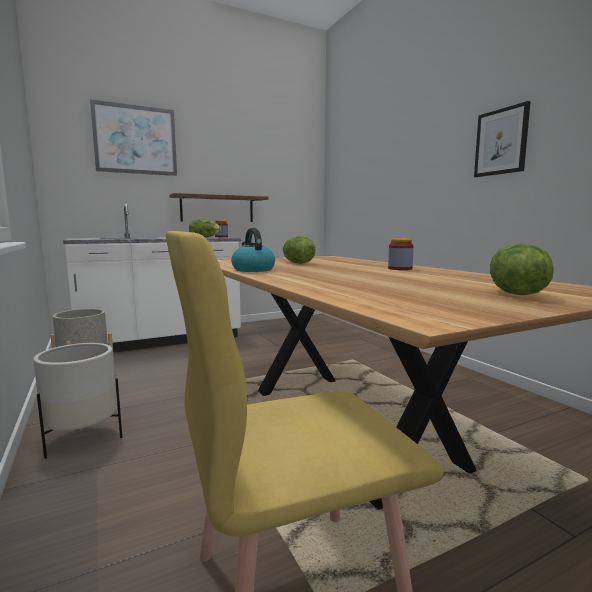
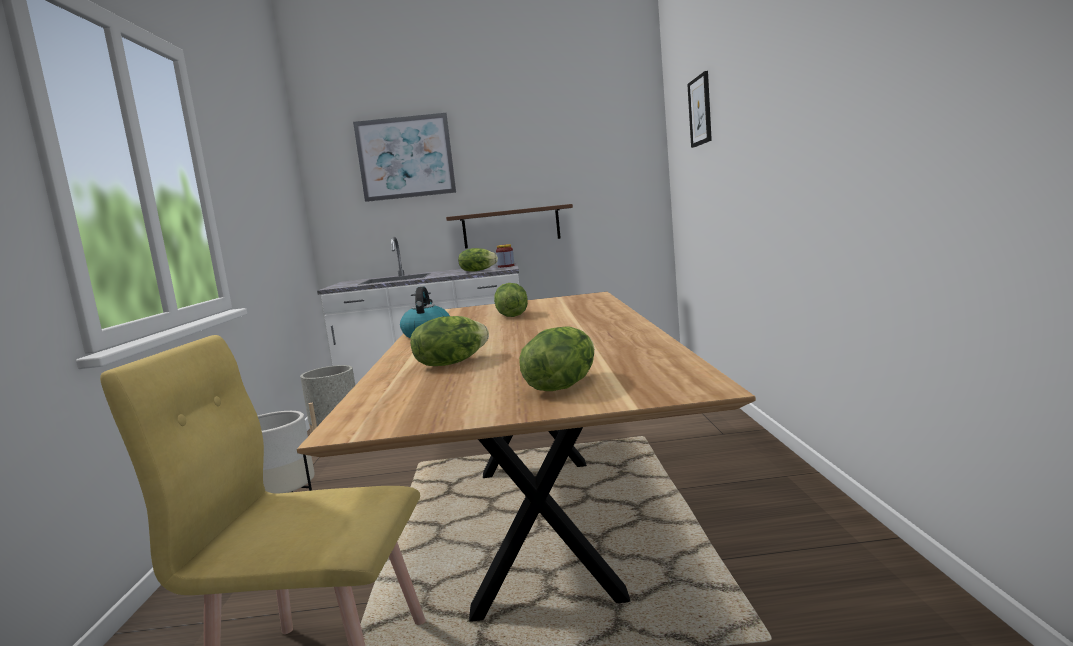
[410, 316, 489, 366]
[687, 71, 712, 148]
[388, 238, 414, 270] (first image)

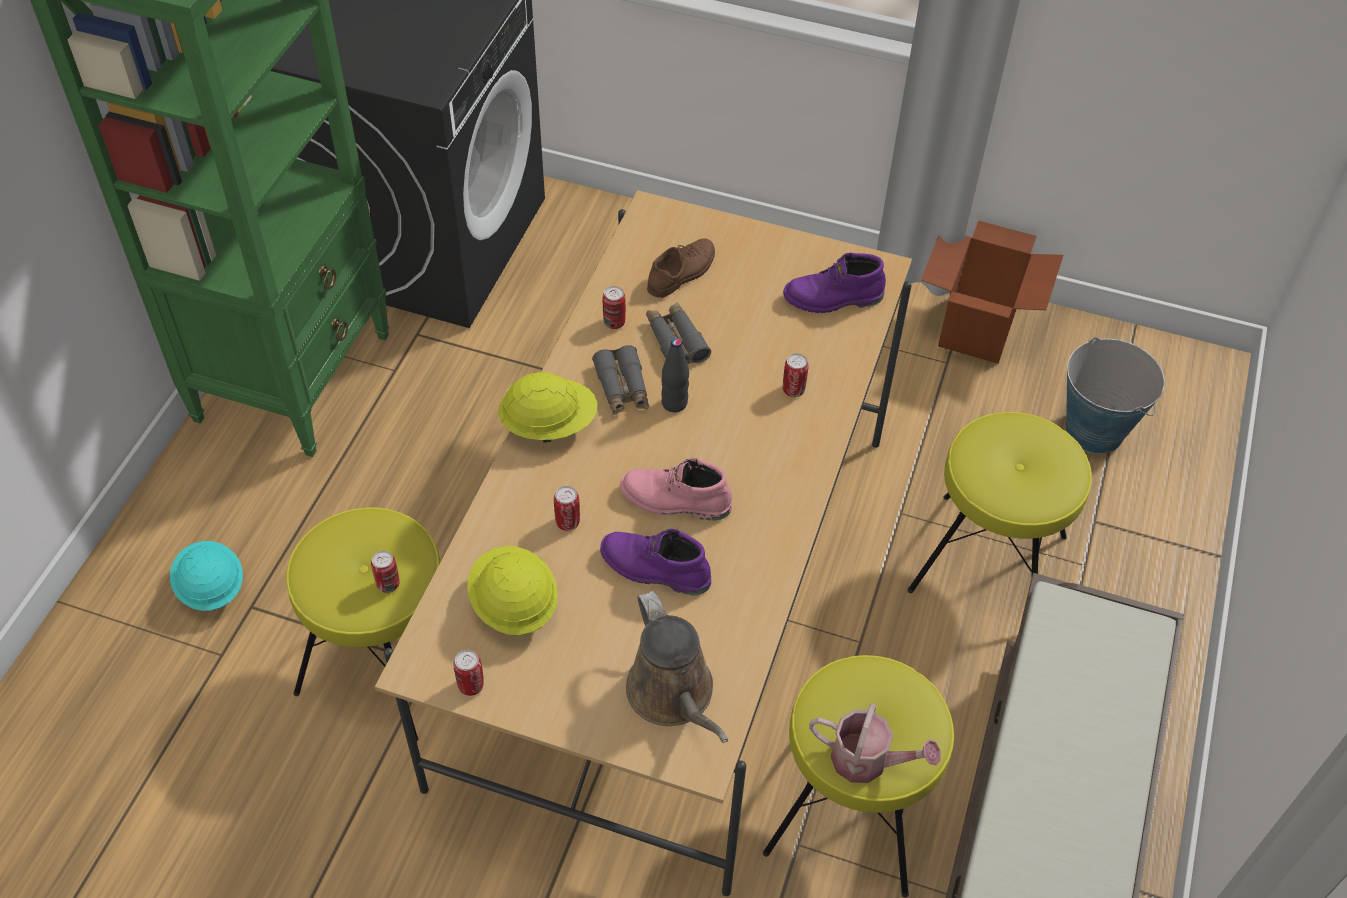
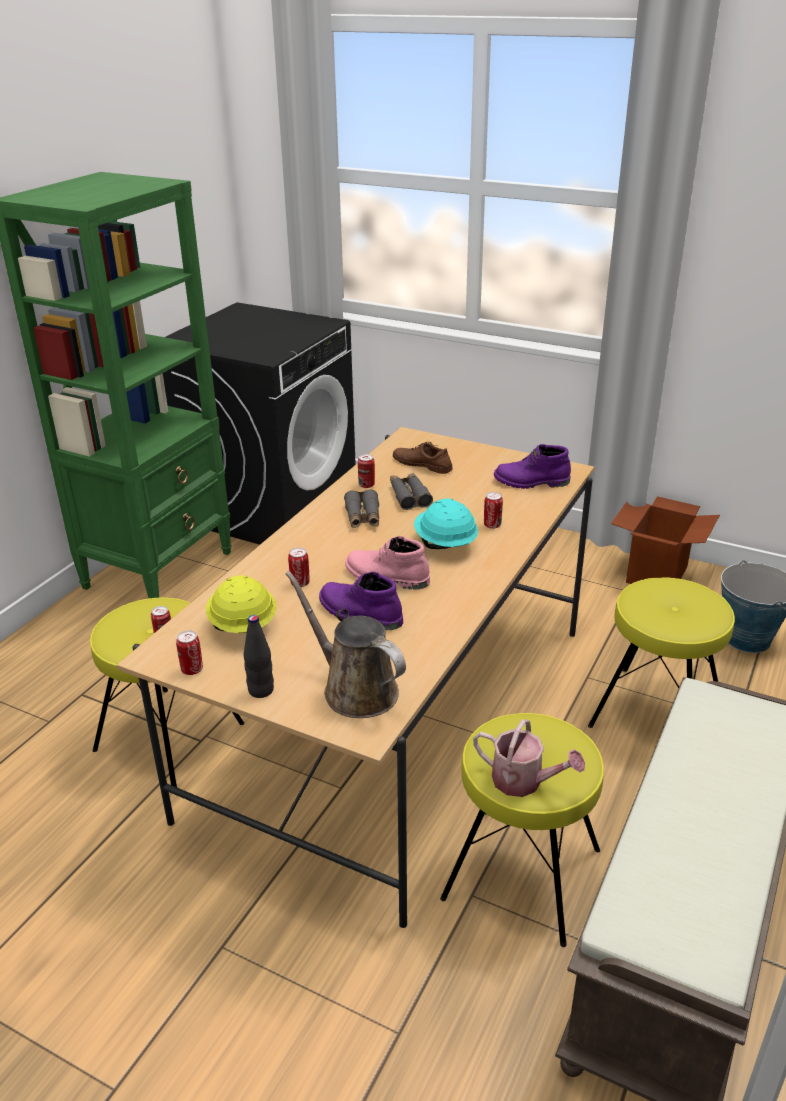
[244, 615, 274, 698]
[285, 571, 406, 718]
[393, 442, 453, 474]
[414, 499, 478, 549]
[498, 372, 598, 443] (first image)

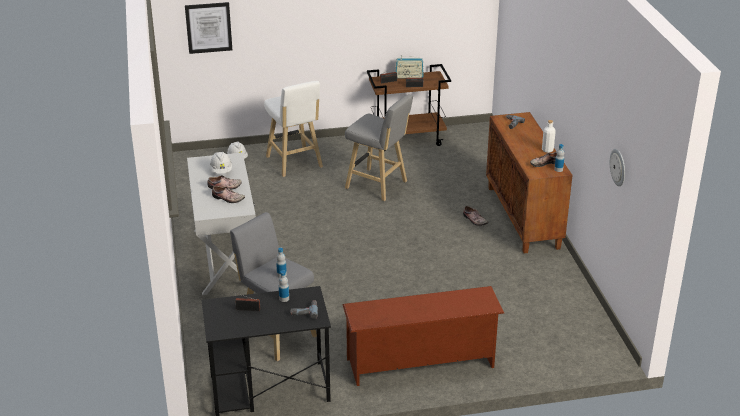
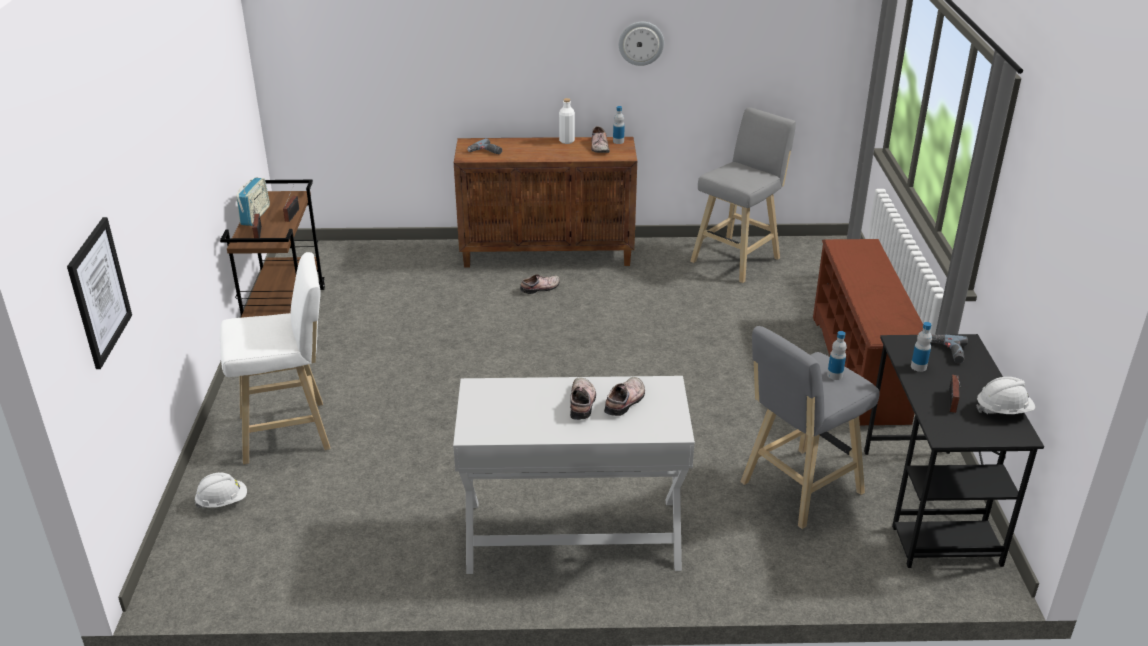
[619, 22, 664, 66]
[690, 107, 796, 283]
[976, 377, 1035, 414]

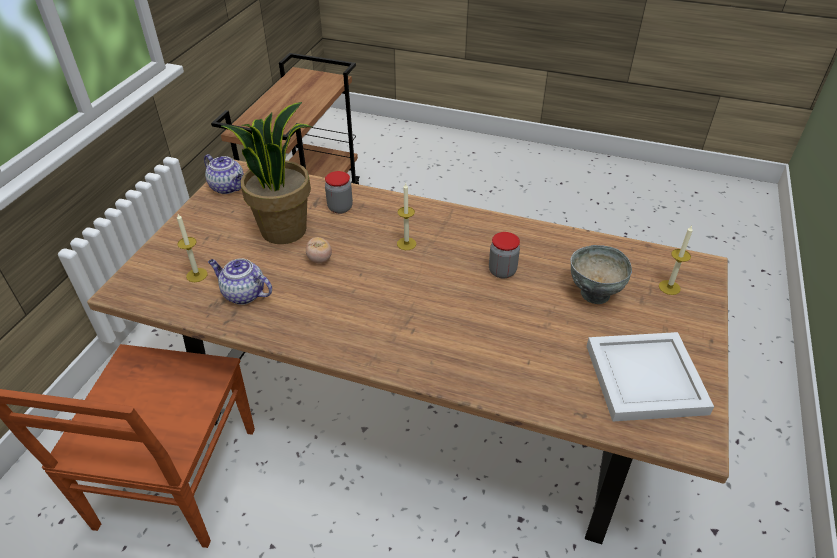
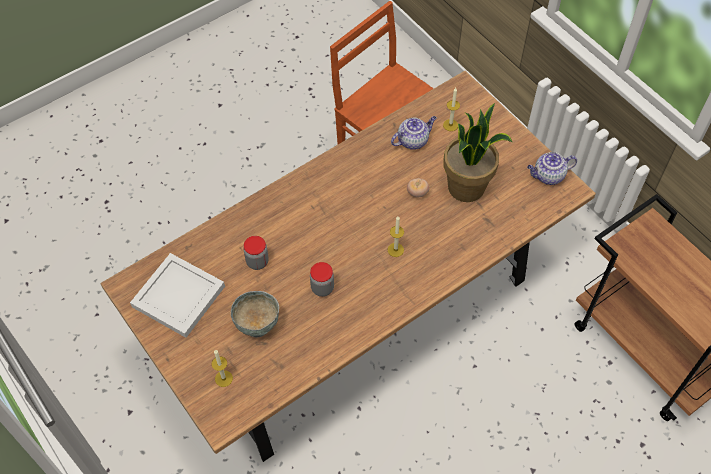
[243, 236, 269, 270]

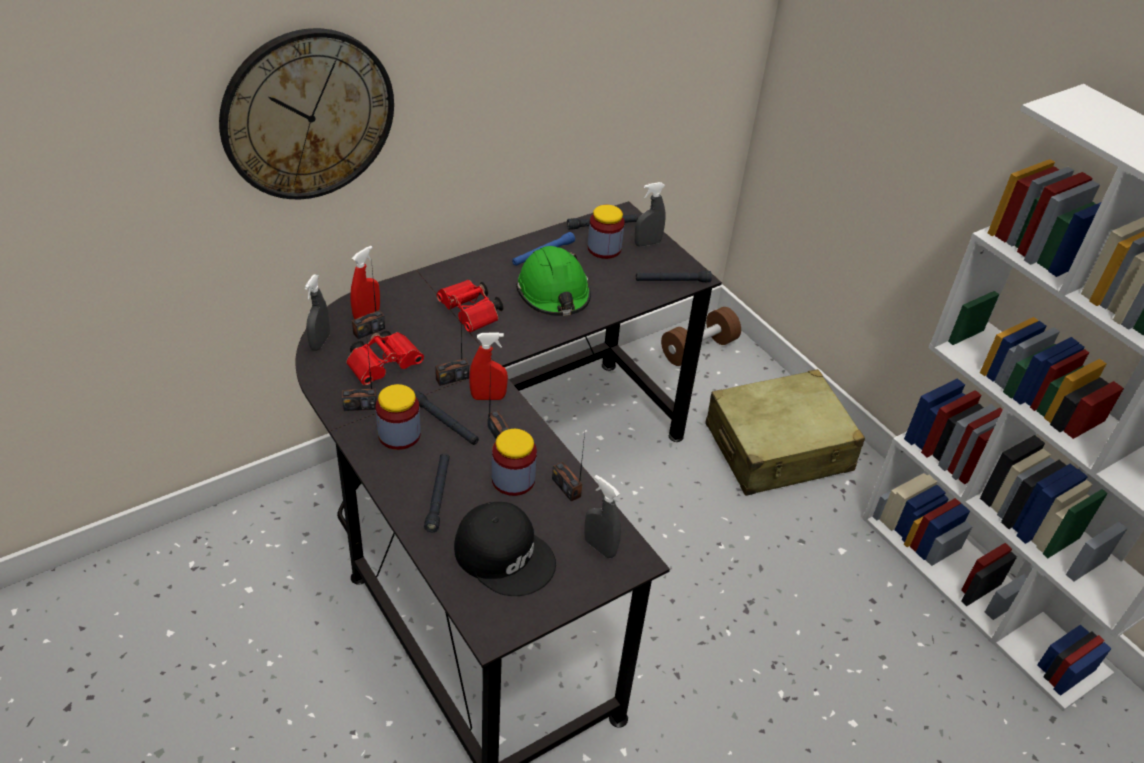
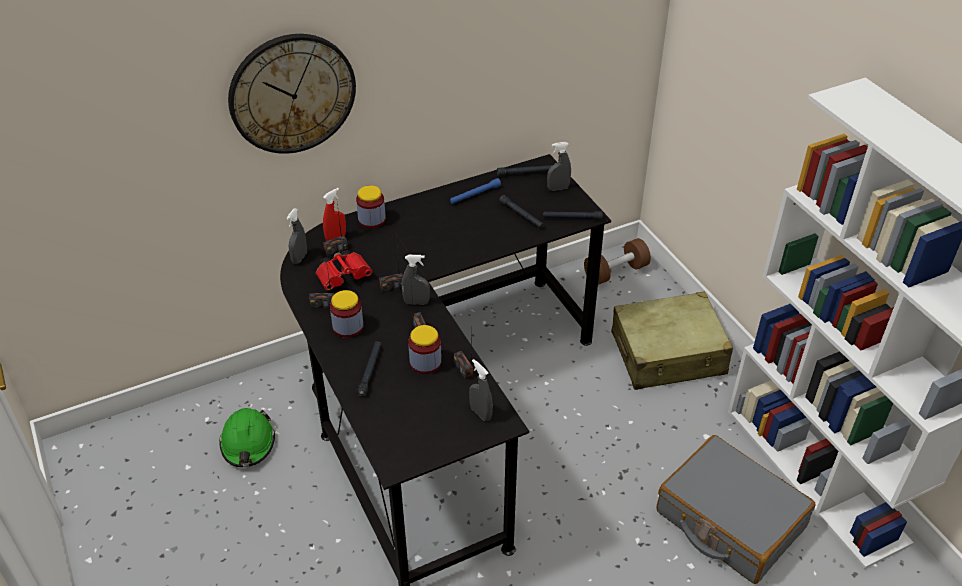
[219, 408, 275, 467]
[356, 185, 386, 228]
[402, 255, 430, 305]
[499, 195, 544, 228]
[656, 435, 816, 584]
[436, 280, 503, 332] (first image)
[454, 502, 556, 596] (first image)

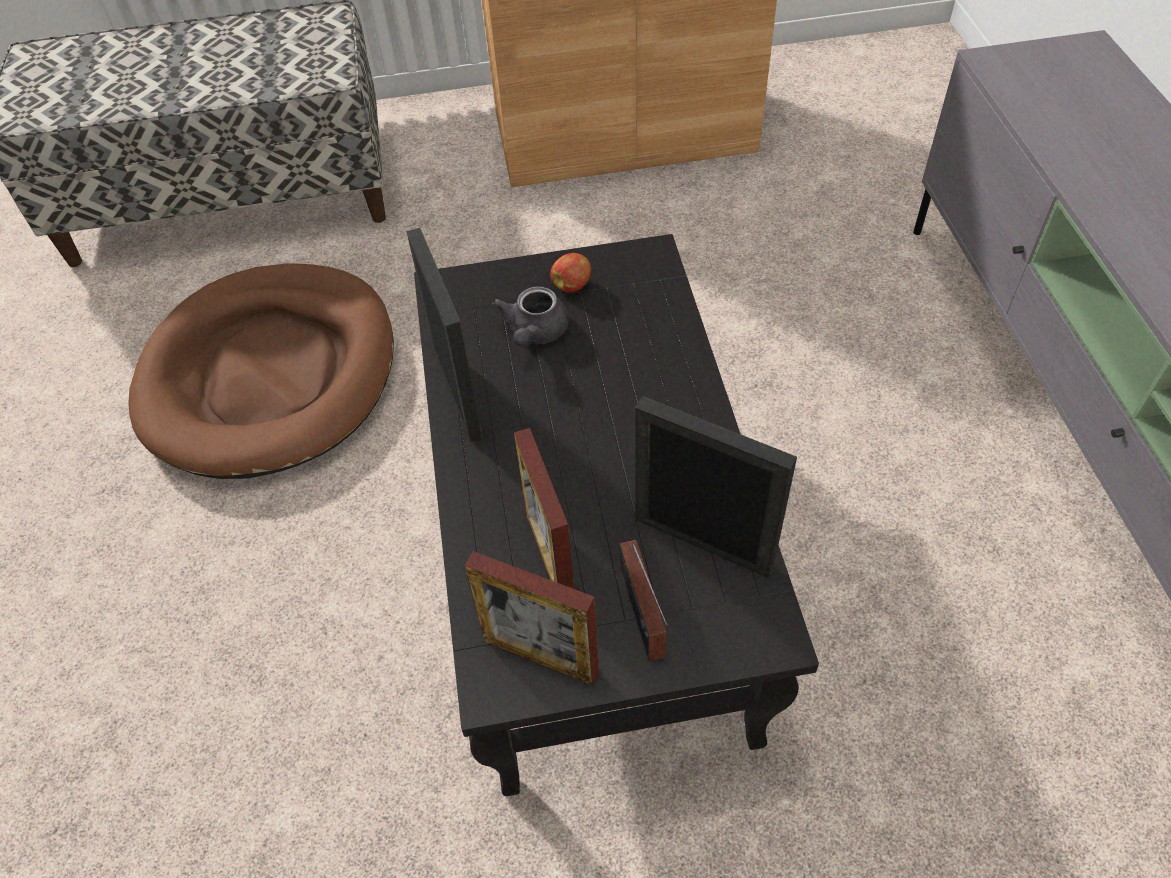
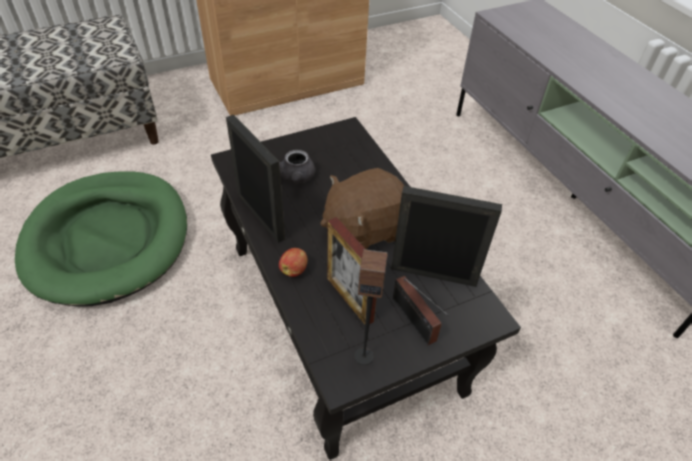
[15, 171, 187, 307]
[279, 248, 308, 277]
[320, 168, 404, 250]
[354, 249, 388, 365]

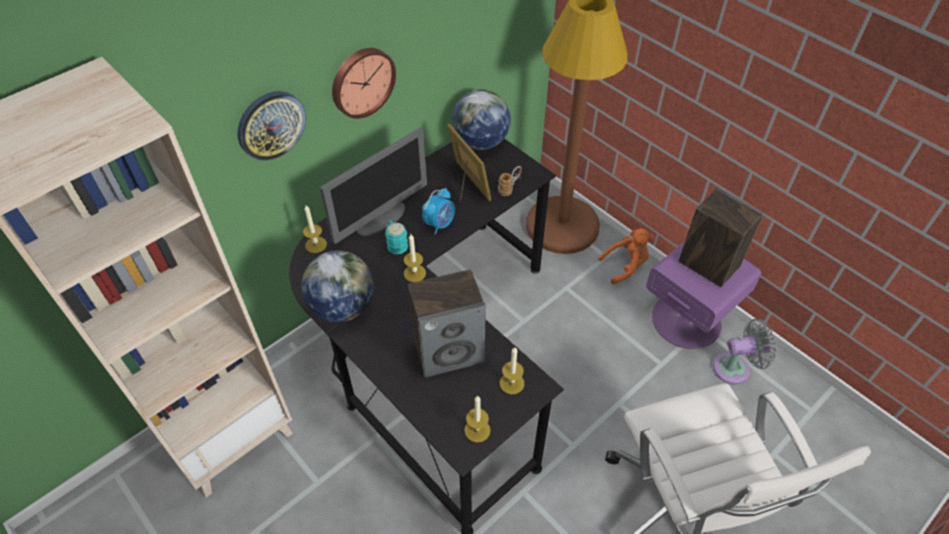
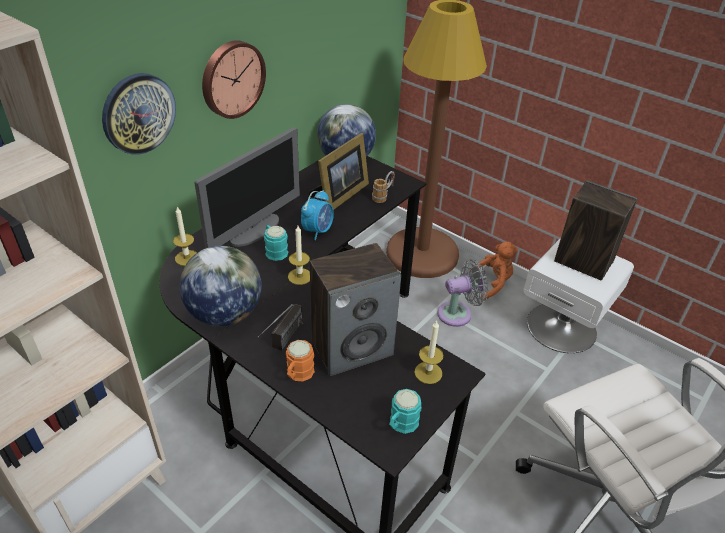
[258, 304, 304, 351]
[286, 340, 315, 381]
[309, 133, 369, 210]
[389, 389, 421, 434]
[437, 259, 488, 327]
[523, 238, 634, 353]

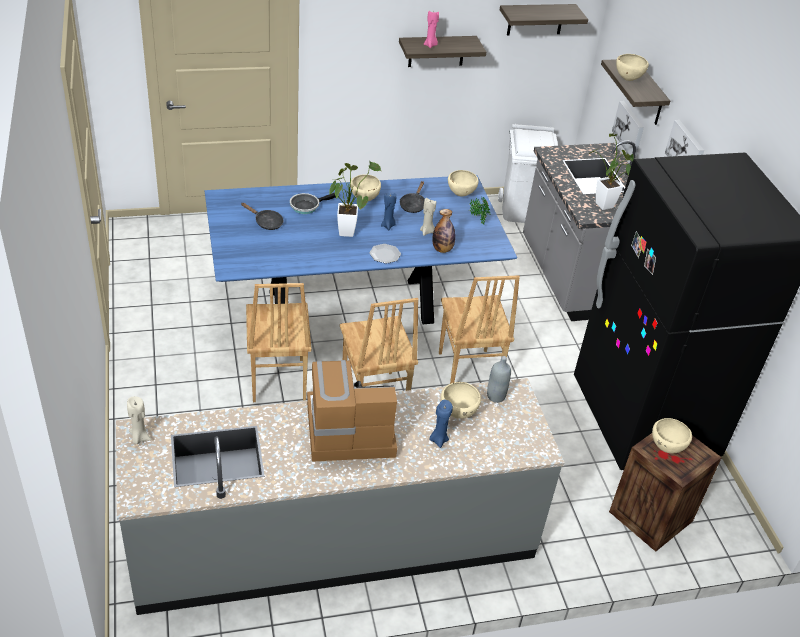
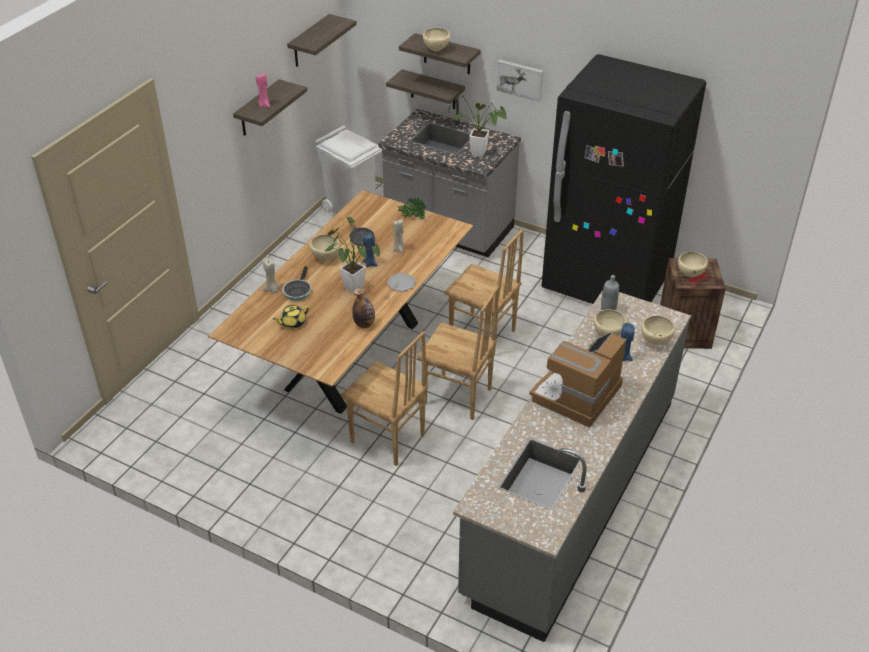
[208, 190, 473, 414]
[263, 258, 281, 293]
[273, 305, 309, 329]
[352, 287, 375, 328]
[386, 69, 465, 109]
[641, 315, 675, 345]

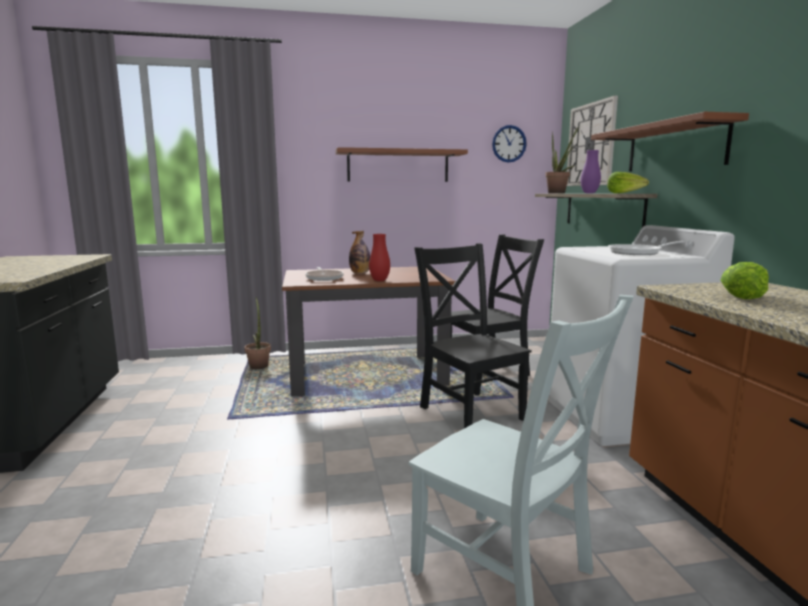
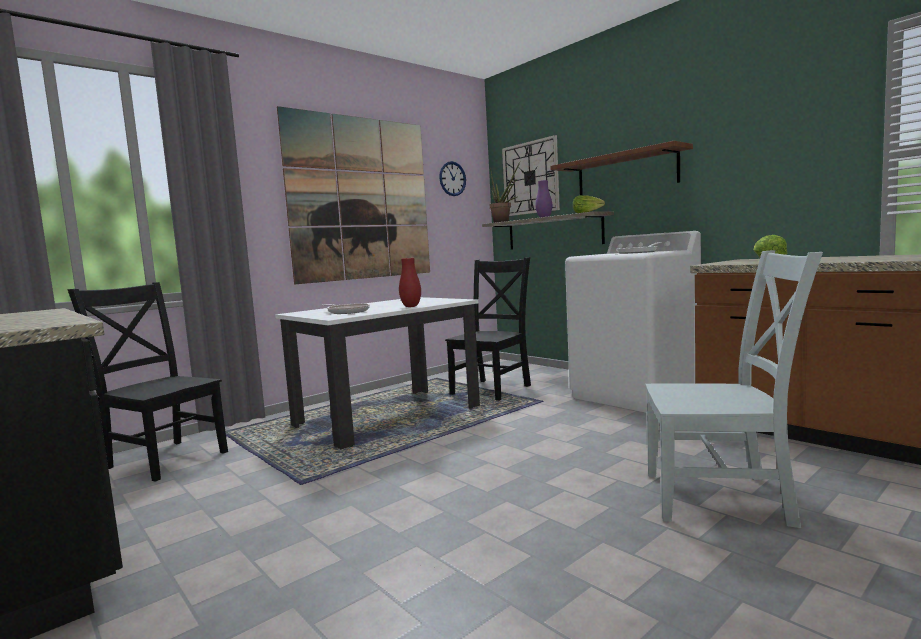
[67, 282, 228, 482]
[275, 297, 480, 449]
[277, 106, 430, 284]
[244, 297, 271, 369] (first image)
[349, 231, 370, 274] (first image)

